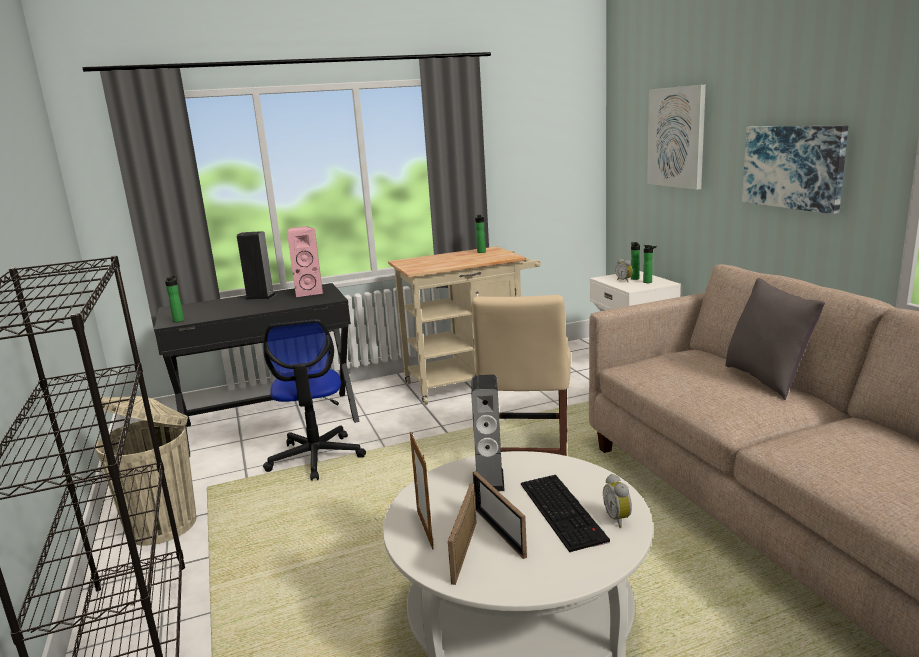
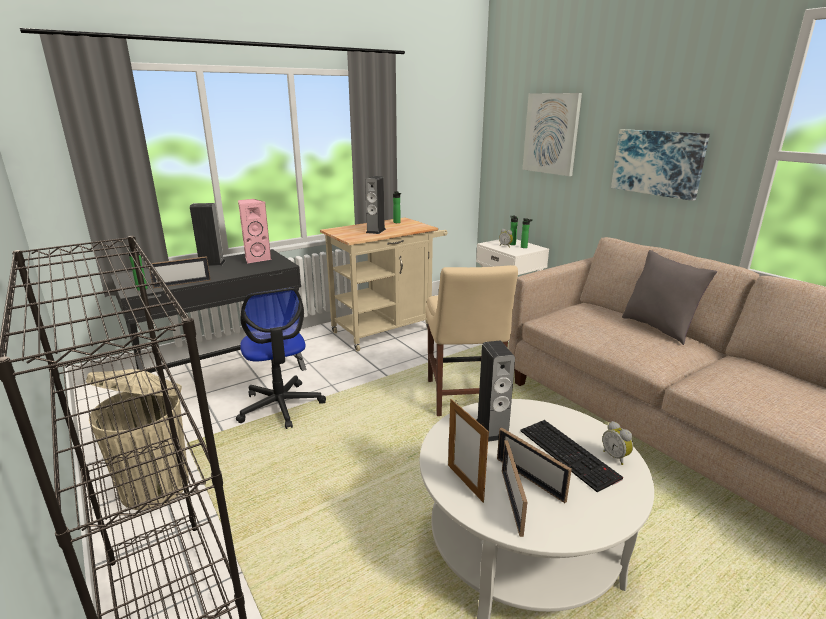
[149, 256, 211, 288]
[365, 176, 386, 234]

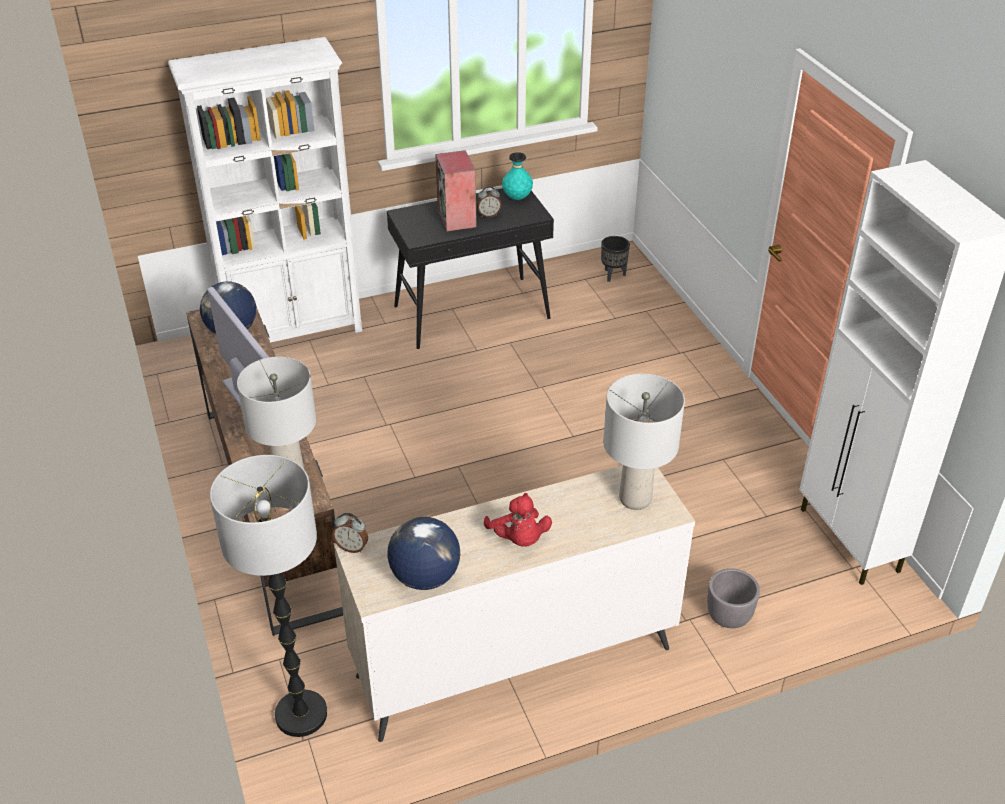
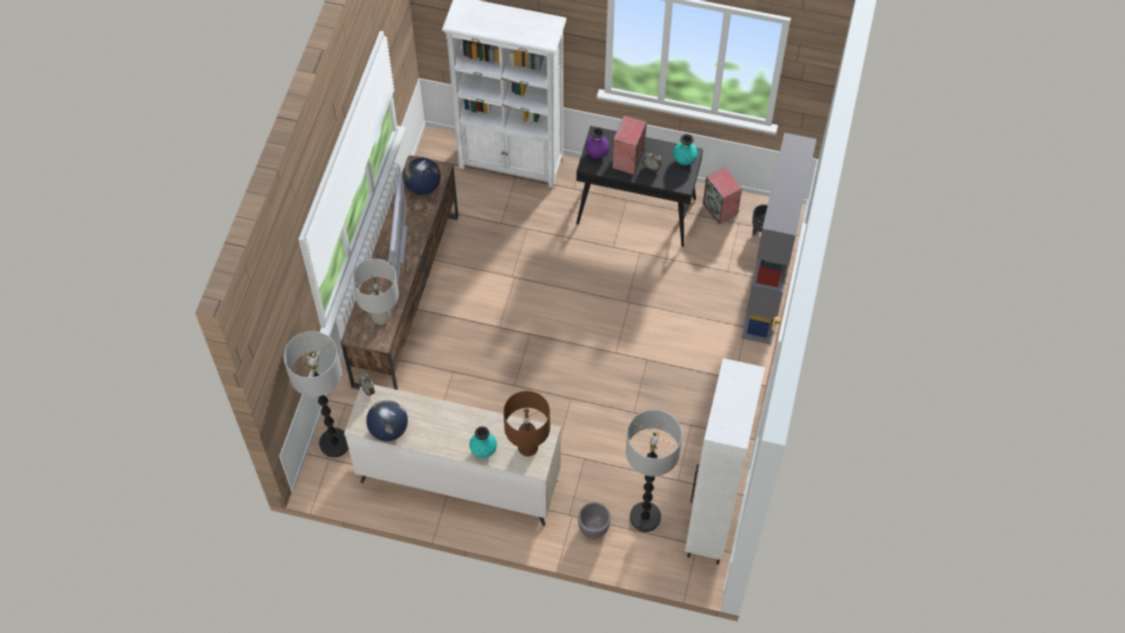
[469, 426, 497, 458]
[503, 391, 550, 456]
[585, 127, 610, 159]
[626, 410, 682, 532]
[703, 167, 742, 224]
[741, 133, 817, 344]
[484, 493, 552, 547] (first image)

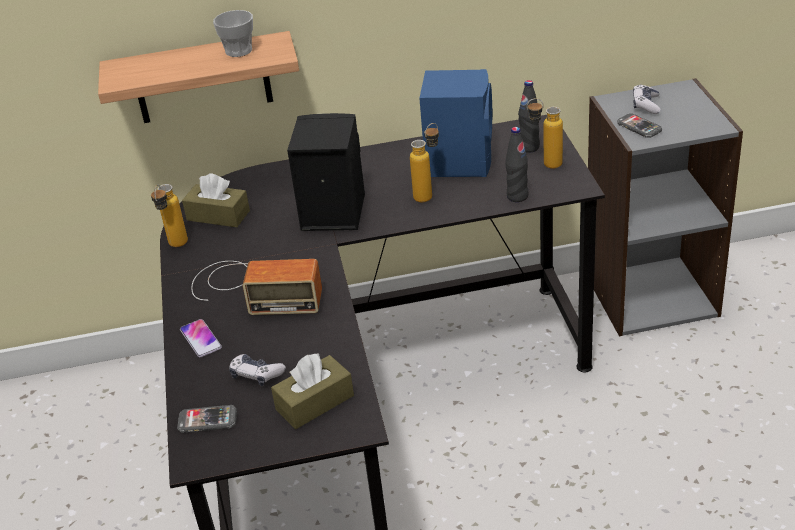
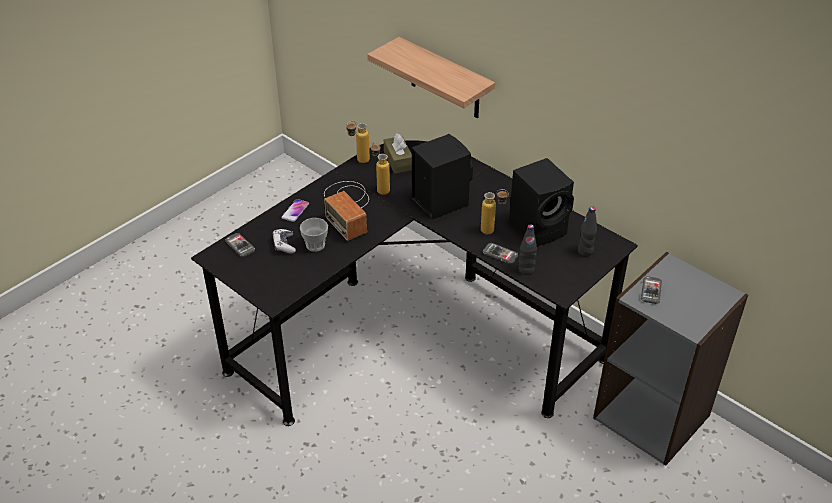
[300, 218, 328, 252]
[371, 142, 390, 195]
[483, 243, 518, 264]
[509, 158, 574, 246]
[271, 353, 354, 429] (first image)
[633, 85, 661, 114] (first image)

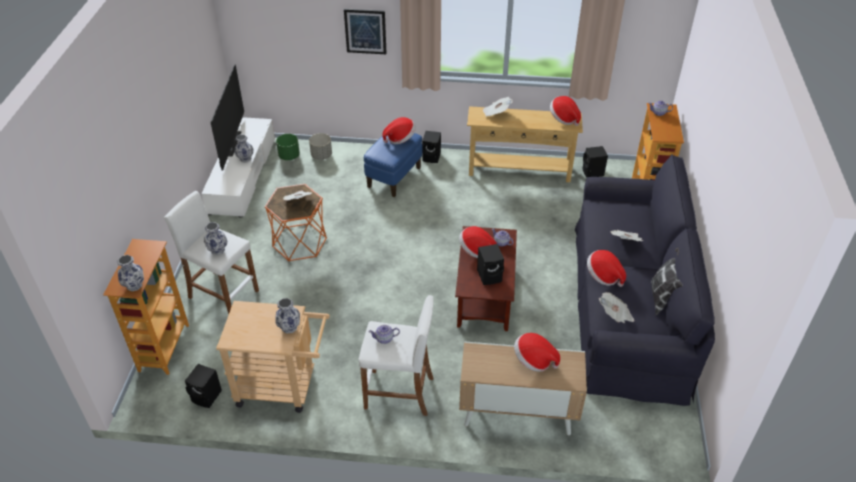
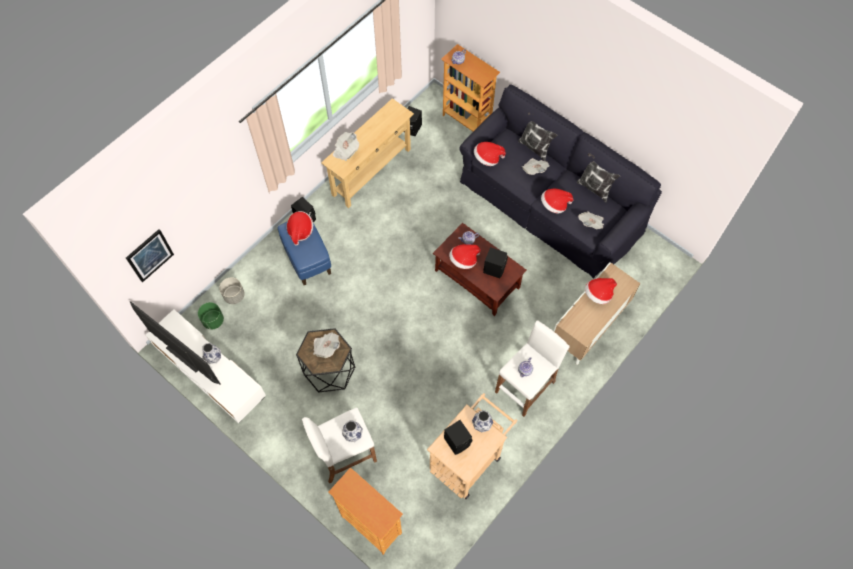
[126, 229, 174, 282]
[296, 328, 355, 393]
[444, 420, 472, 455]
[474, 142, 506, 166]
[518, 113, 557, 161]
[117, 255, 144, 291] (first image)

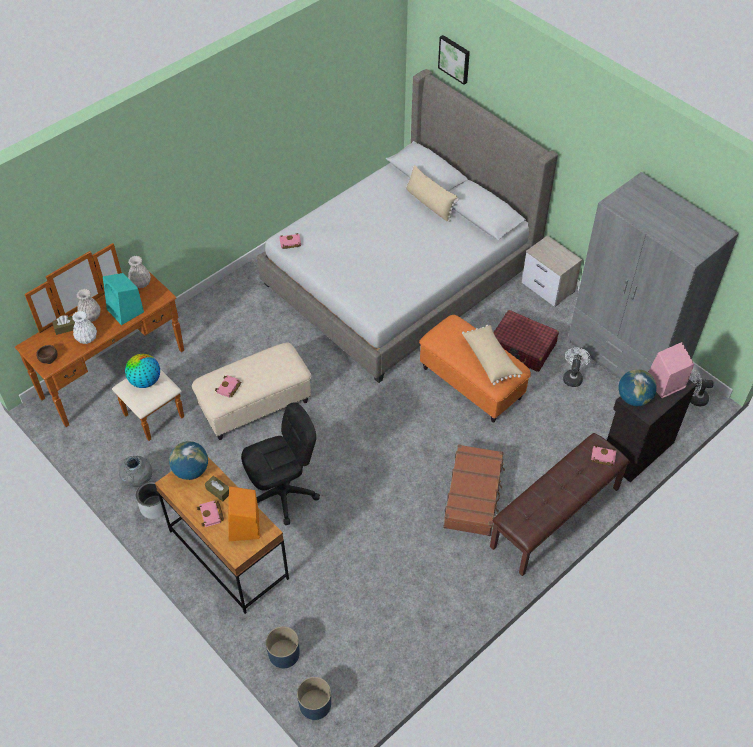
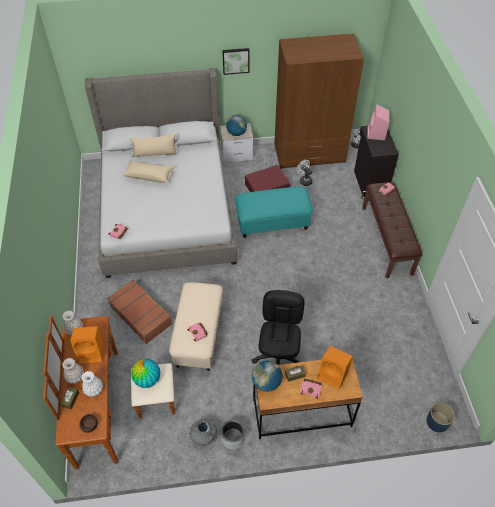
[70, 326, 104, 364]
[107, 280, 172, 344]
[122, 161, 175, 183]
[223, 48, 249, 75]
[226, 115, 247, 136]
[235, 186, 313, 238]
[274, 34, 364, 169]
[266, 626, 300, 668] (first image)

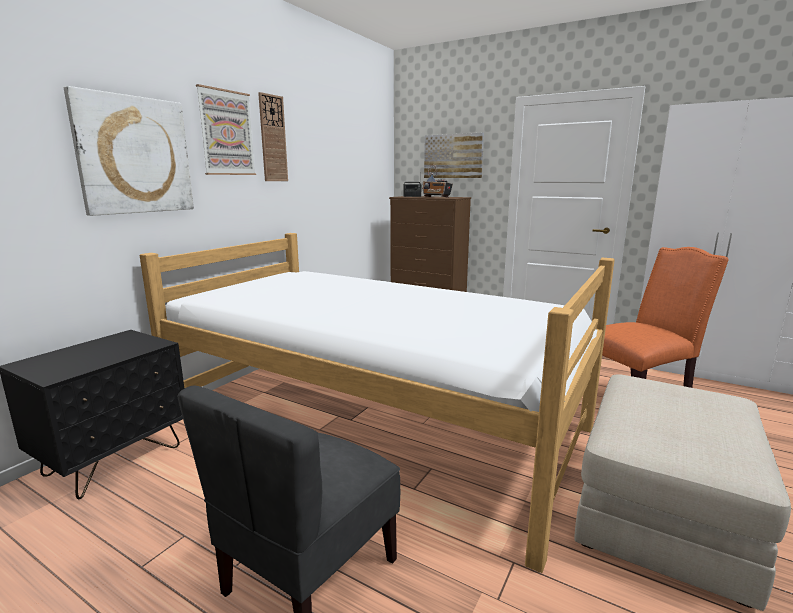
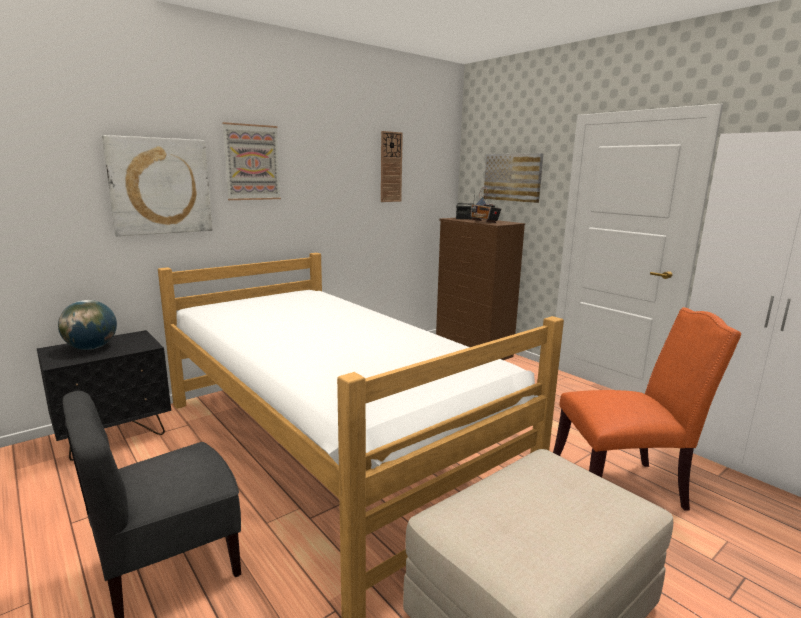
[58, 300, 117, 350]
[381, 131, 403, 202]

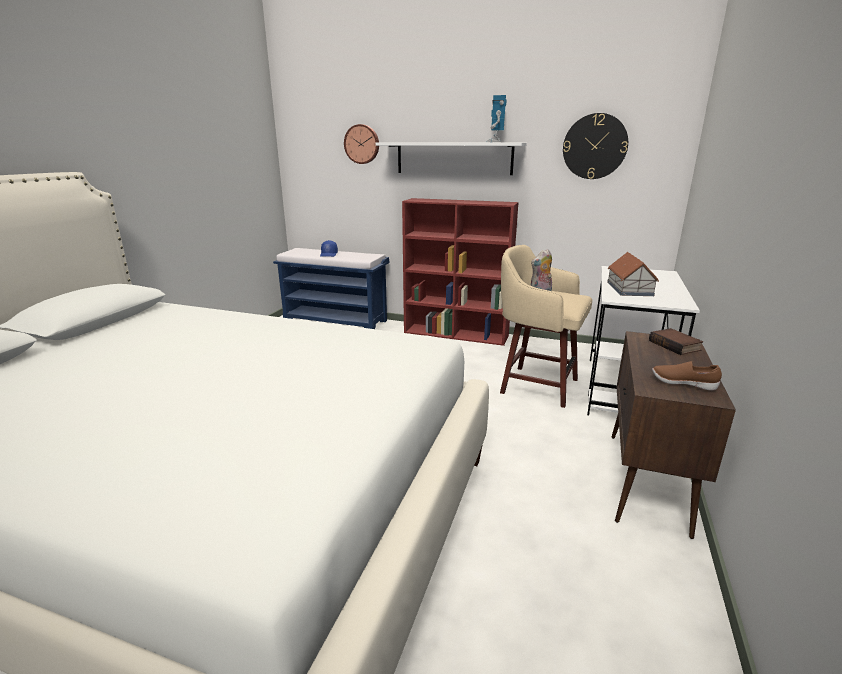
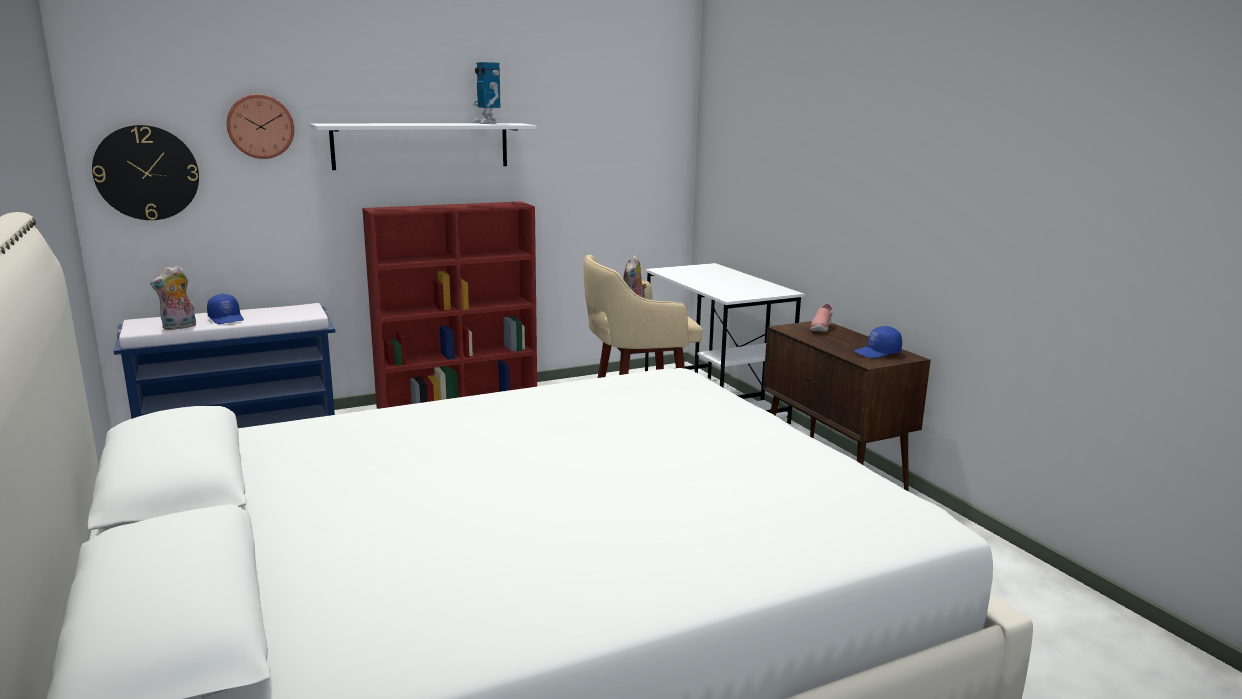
[92, 125, 199, 220]
[150, 265, 196, 330]
[810, 303, 833, 332]
[854, 326, 902, 358]
[607, 252, 659, 296] (first image)

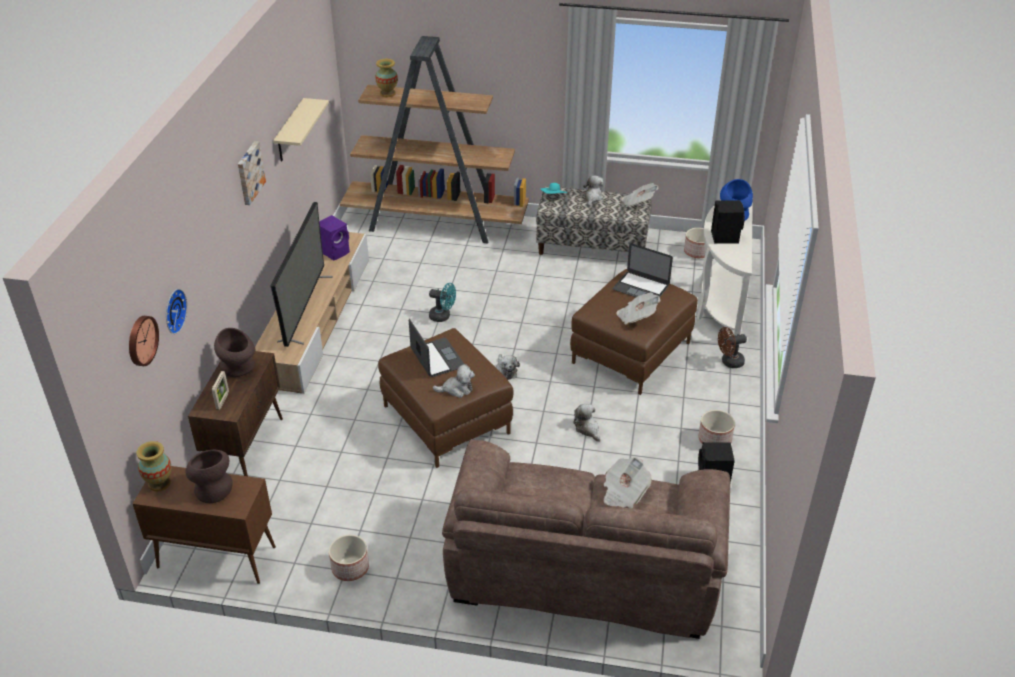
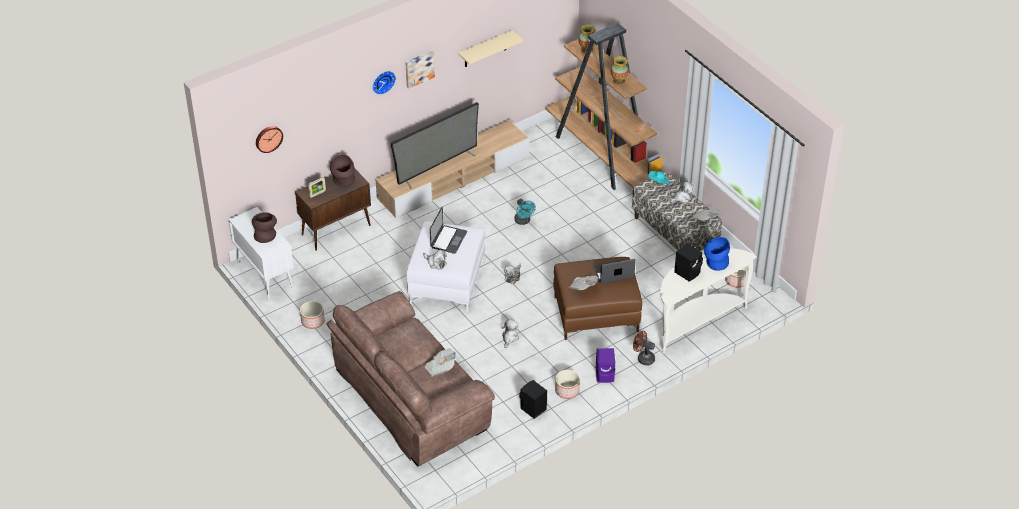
[229, 207, 294, 300]
[372, 71, 396, 95]
[406, 221, 485, 312]
[593, 259, 636, 284]
[596, 348, 615, 383]
[611, 56, 629, 86]

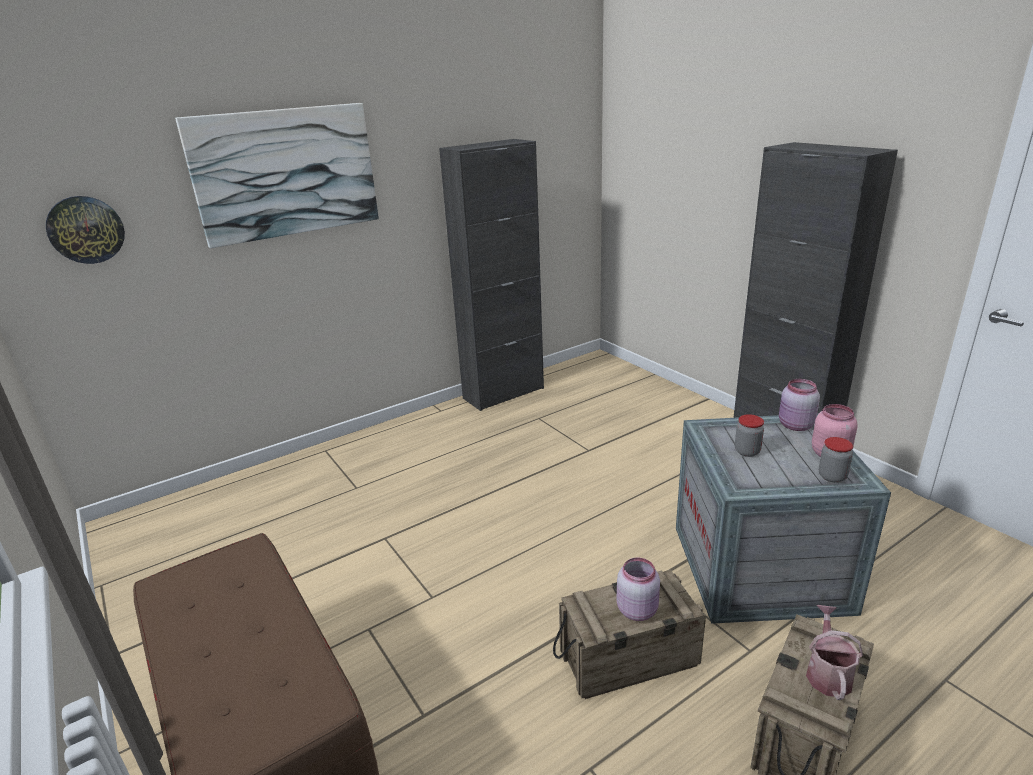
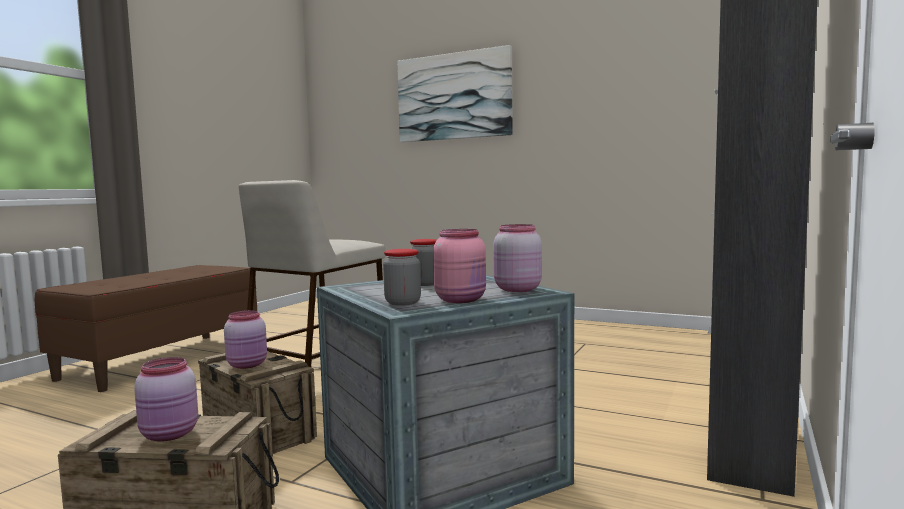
[134, 357, 198, 442]
[239, 180, 385, 367]
[46, 196, 125, 264] (first image)
[439, 139, 544, 411] (first image)

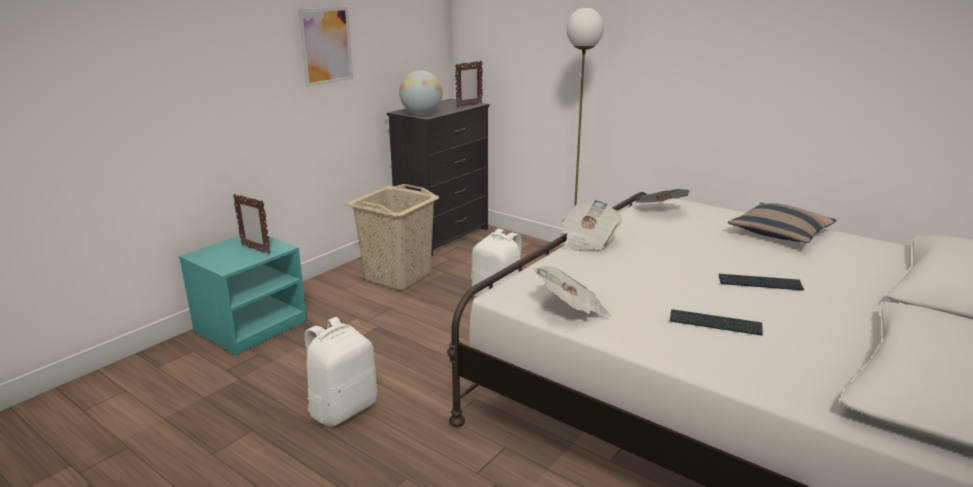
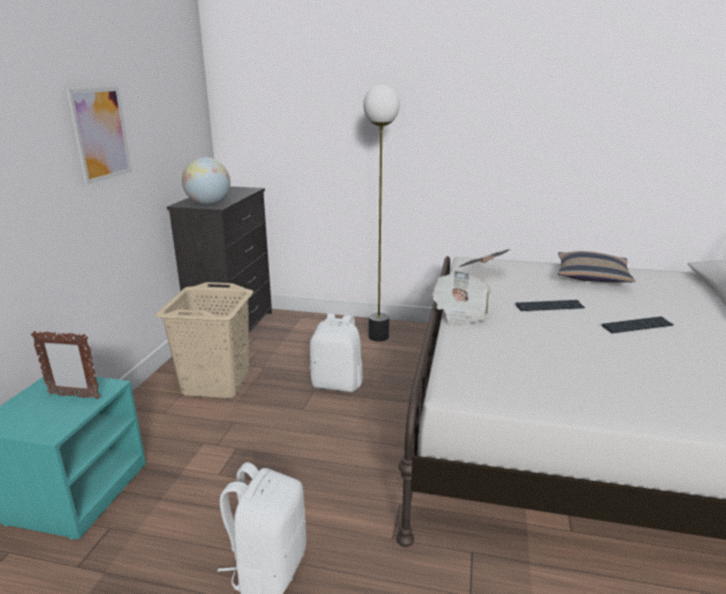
[515, 300, 585, 311]
[455, 61, 483, 107] (first image)
[533, 266, 612, 316] (first image)

